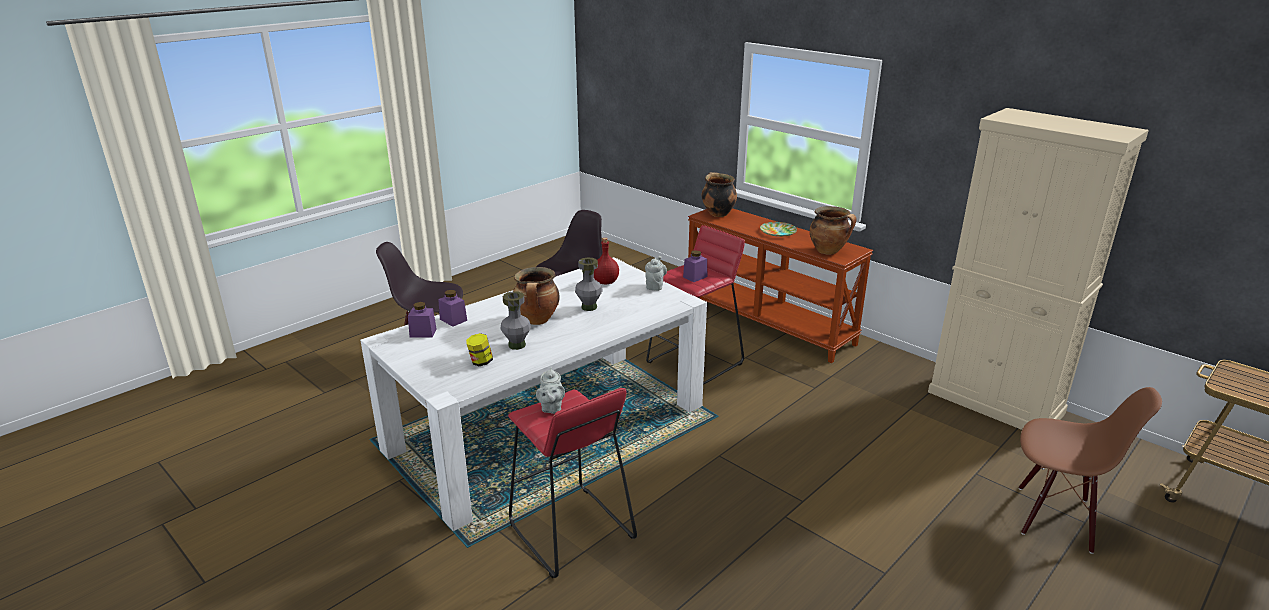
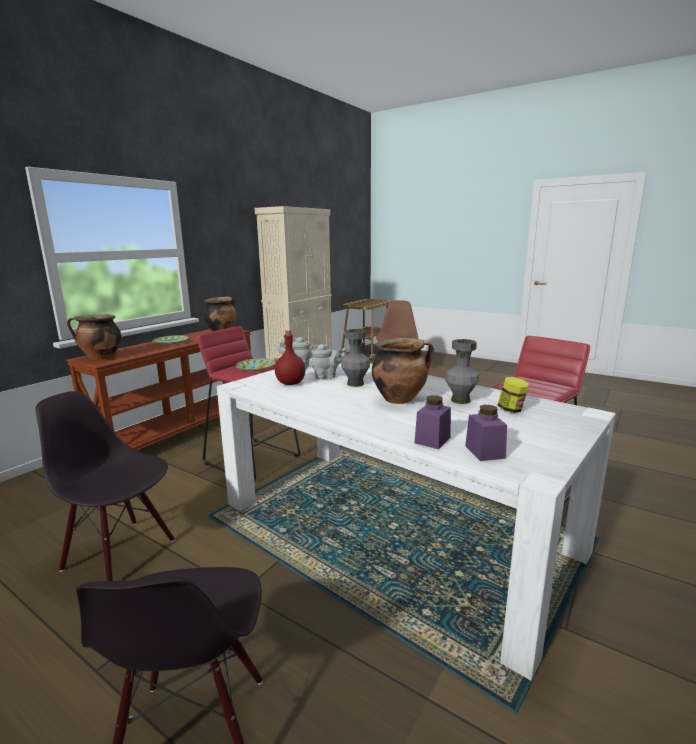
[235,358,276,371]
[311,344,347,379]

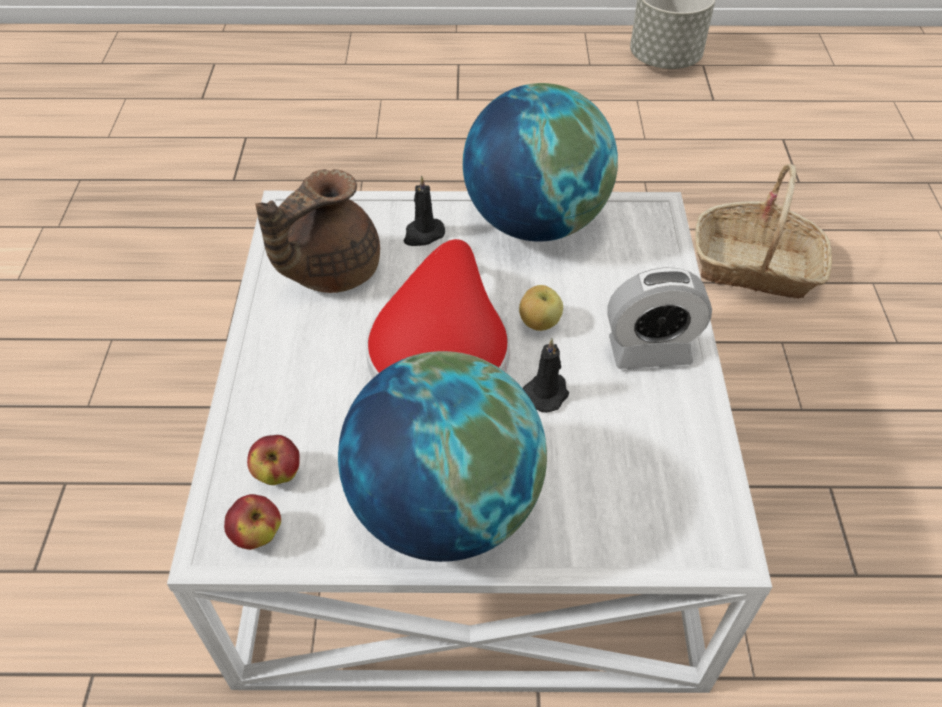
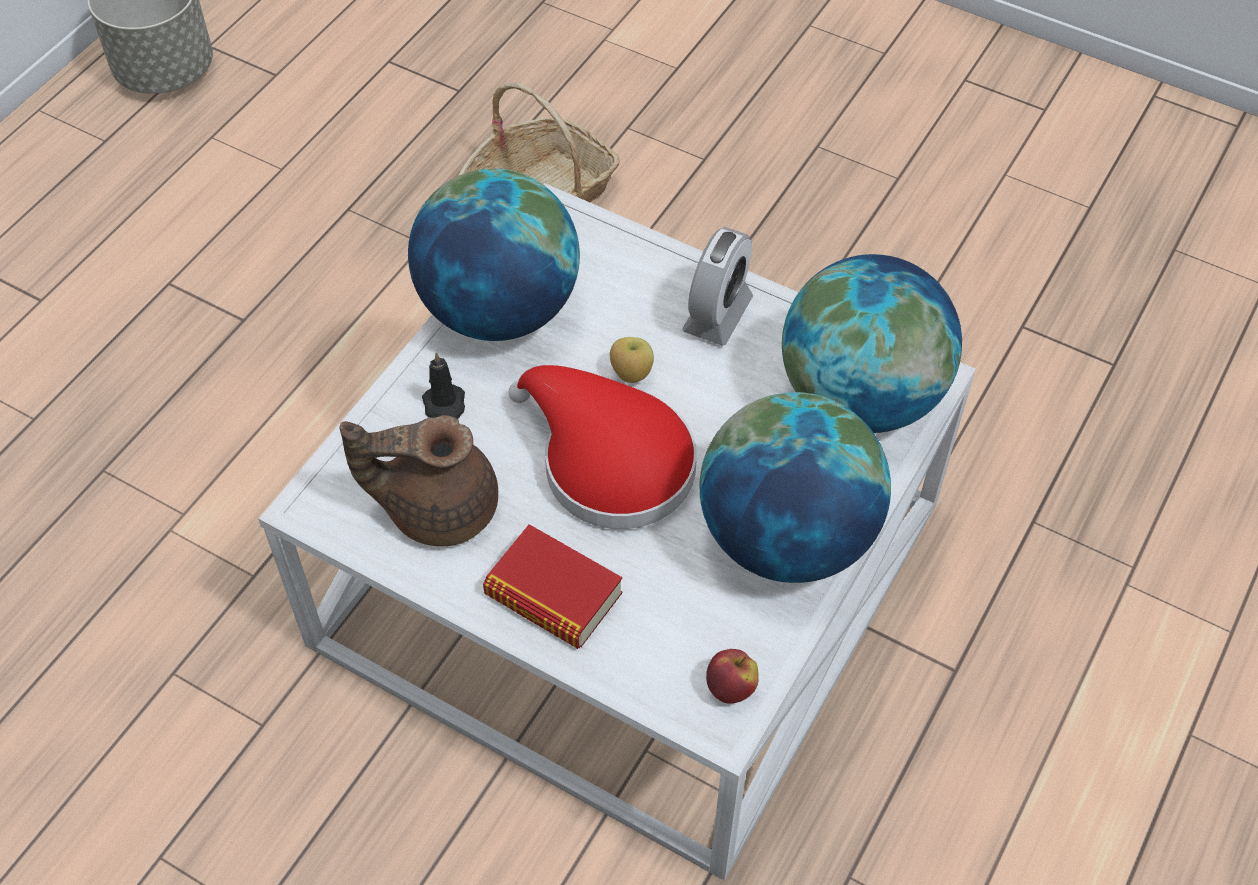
[340,415,498,546]
[523,339,569,413] (first image)
[247,435,300,485] (first image)
[782,254,962,433]
[483,524,622,649]

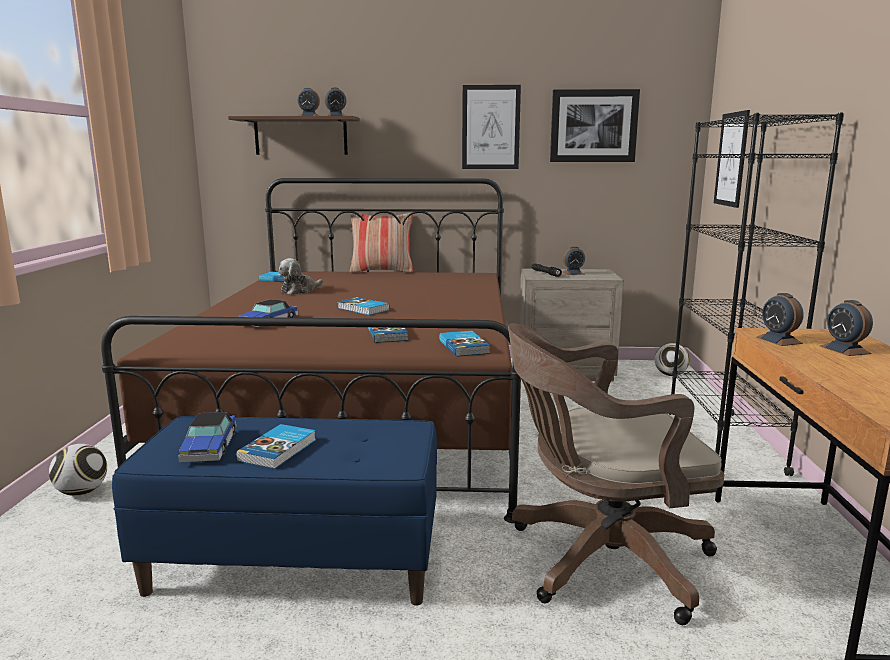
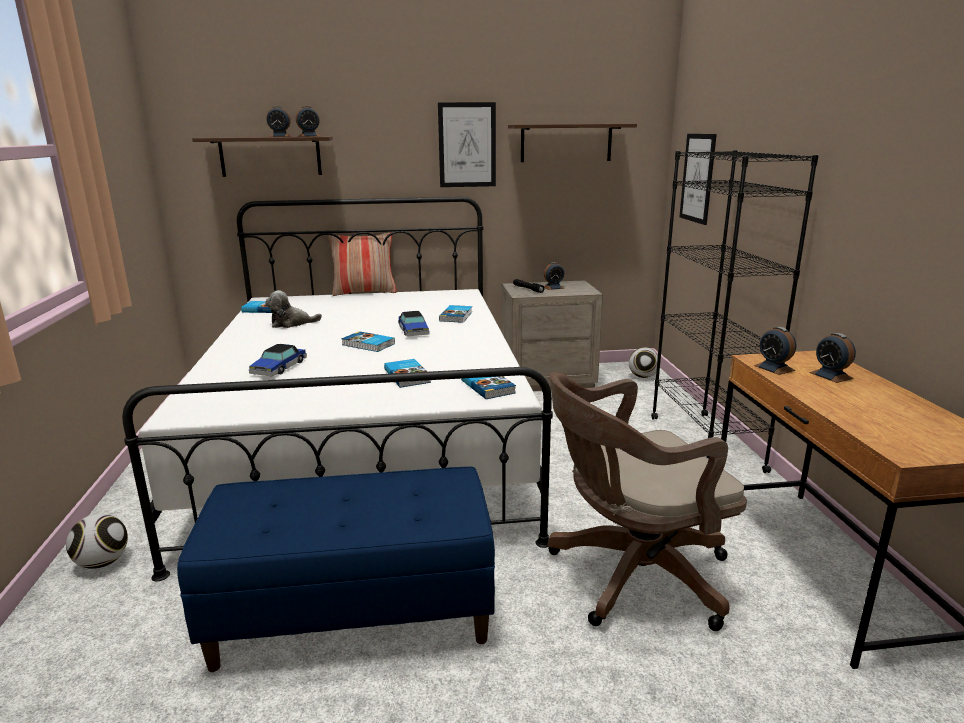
[508,124,637,162]
[122,197,553,581]
[265,290,322,328]
[398,311,430,337]
[439,305,472,323]

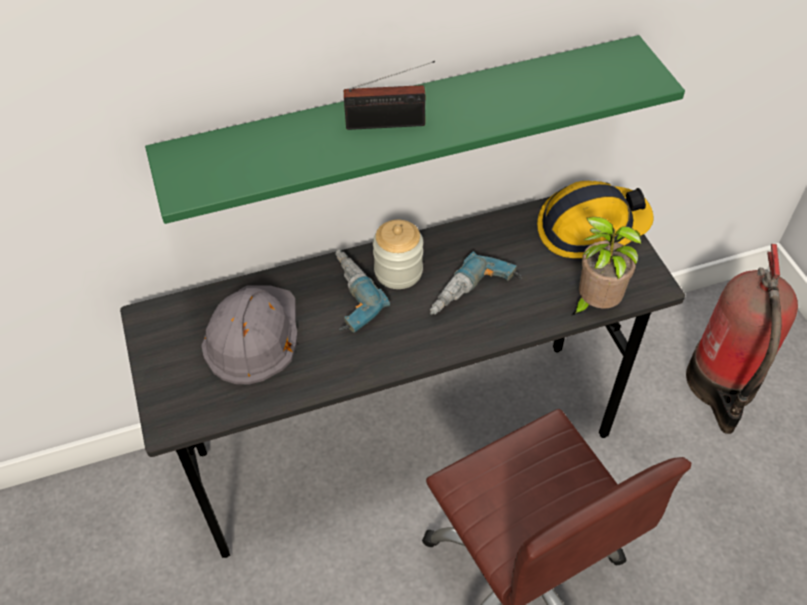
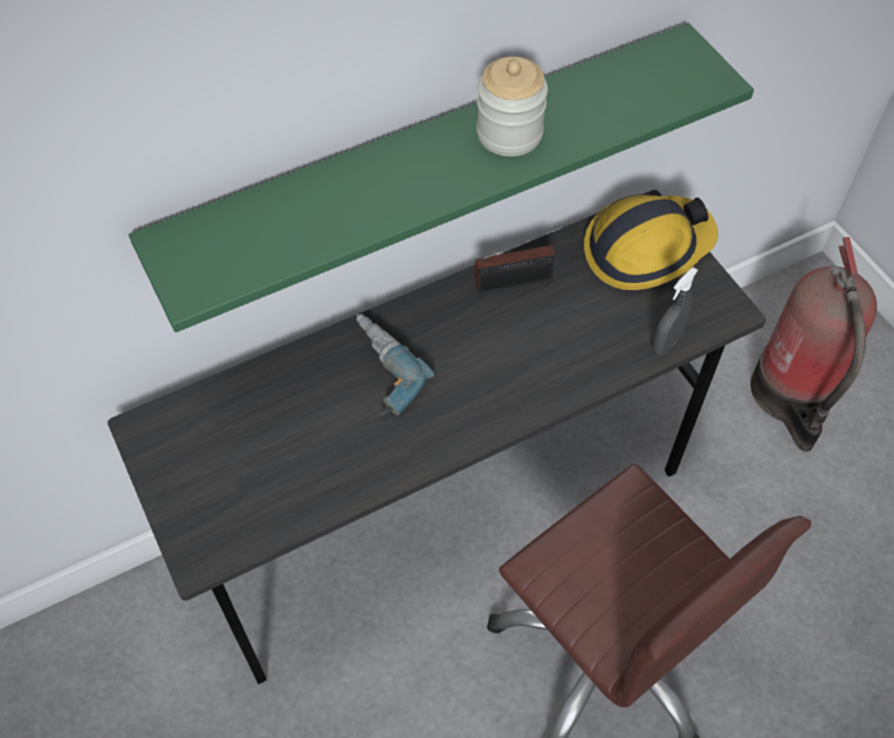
[475,226,566,293]
[652,267,698,355]
[476,56,548,157]
[430,251,523,315] (first image)
[201,285,298,384] (first image)

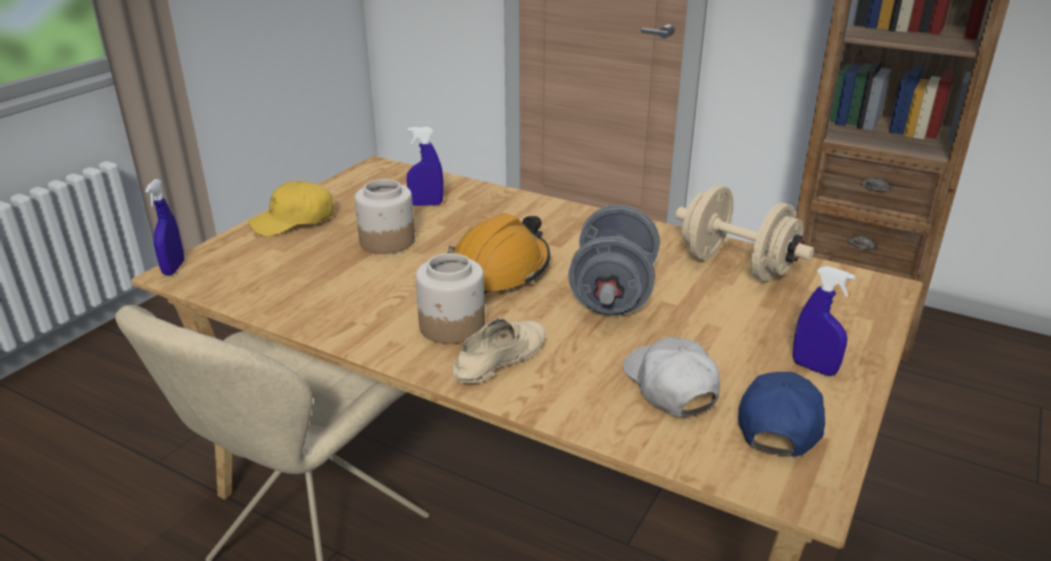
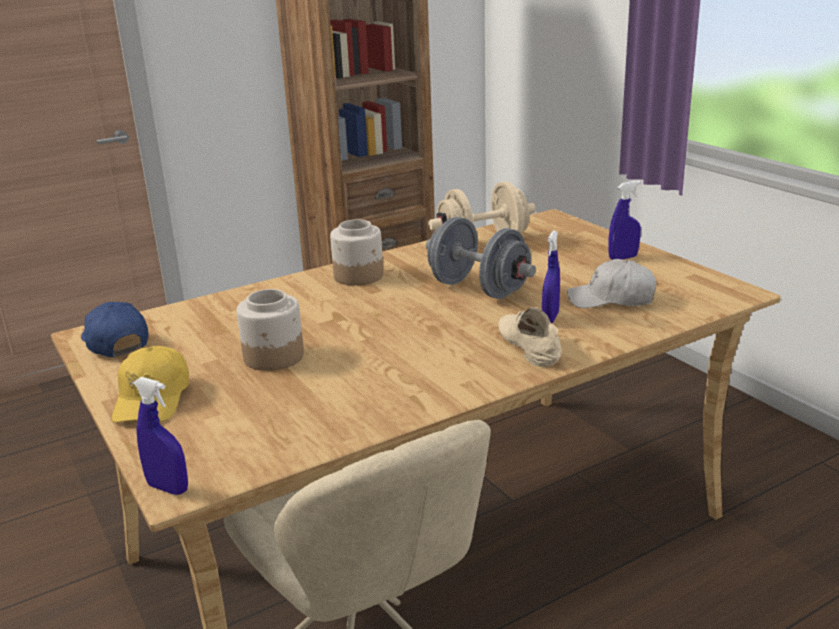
[542,230,560,323]
[448,213,550,294] (first image)
[330,219,383,285]
[81,302,148,357]

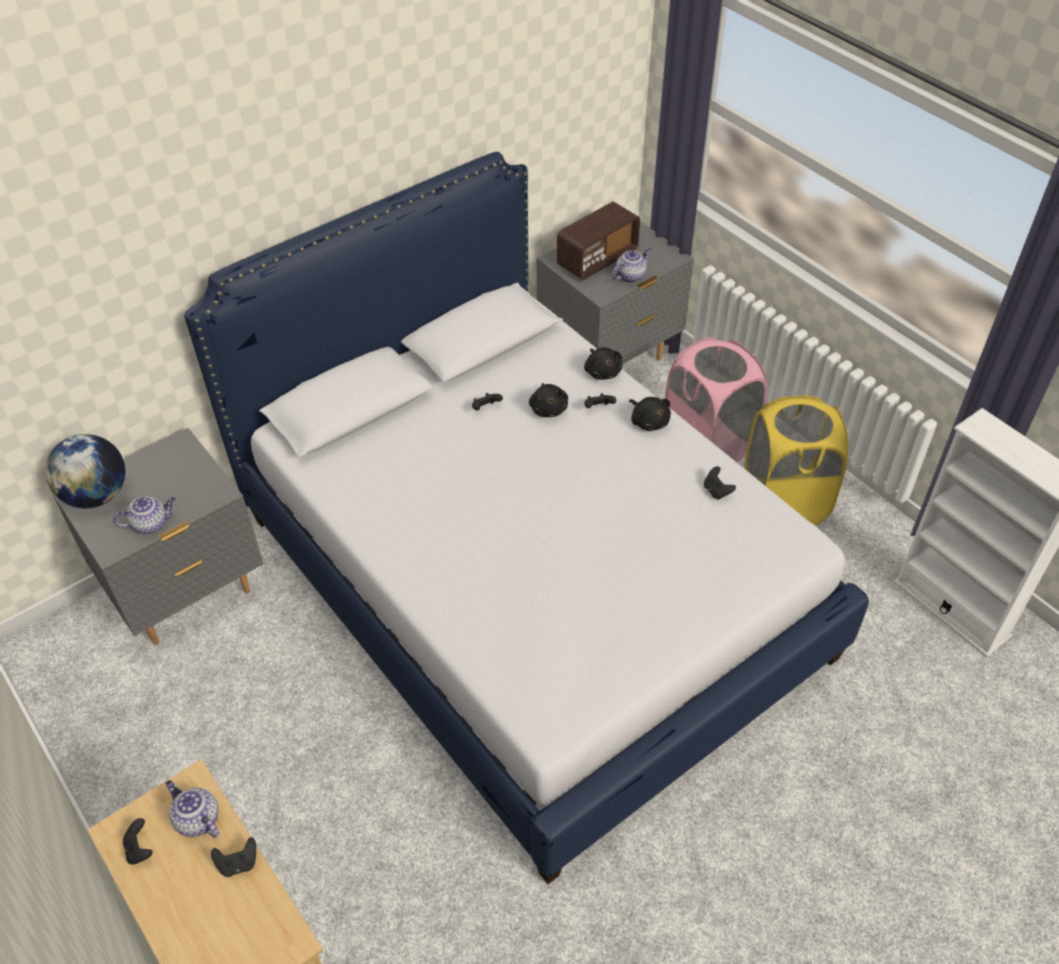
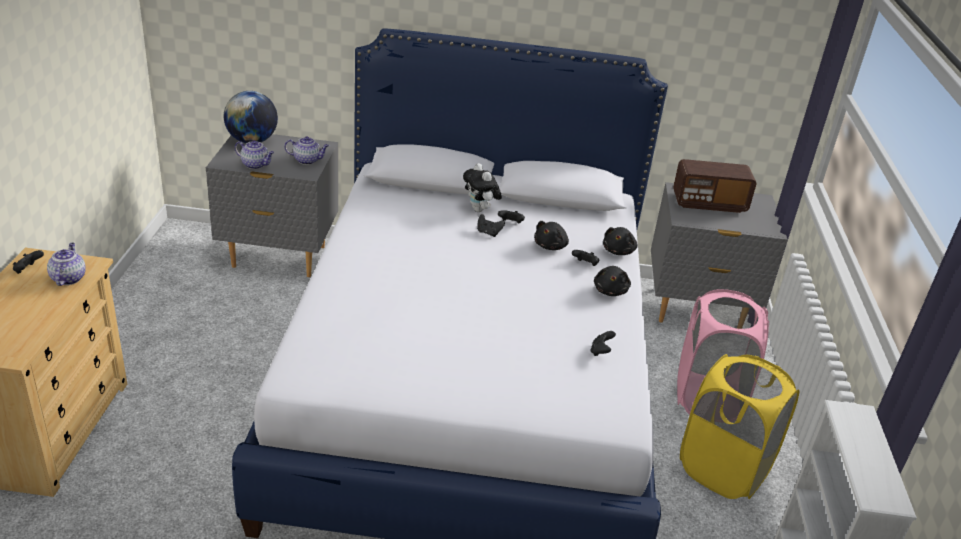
[284,136,329,165]
[477,214,505,237]
[463,163,502,212]

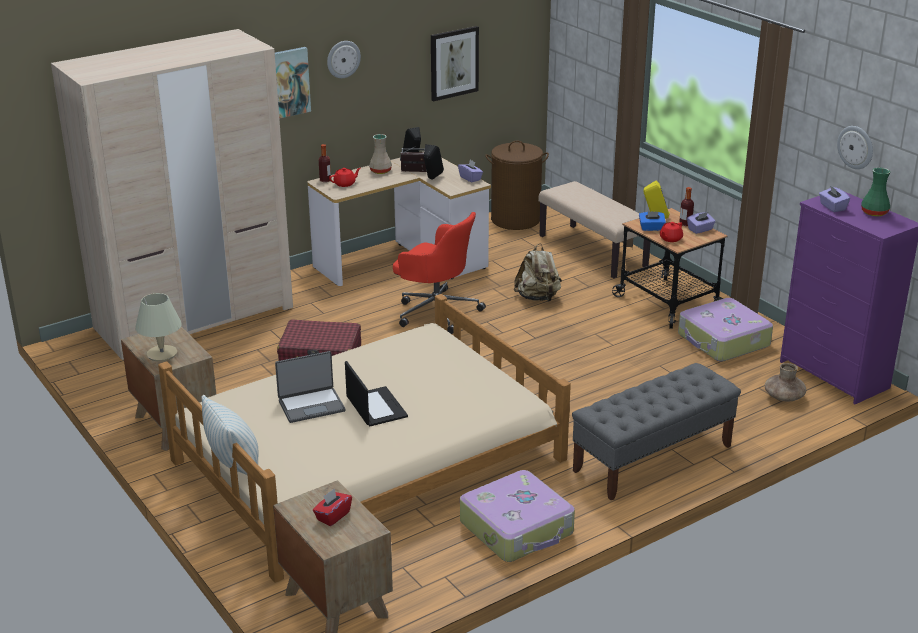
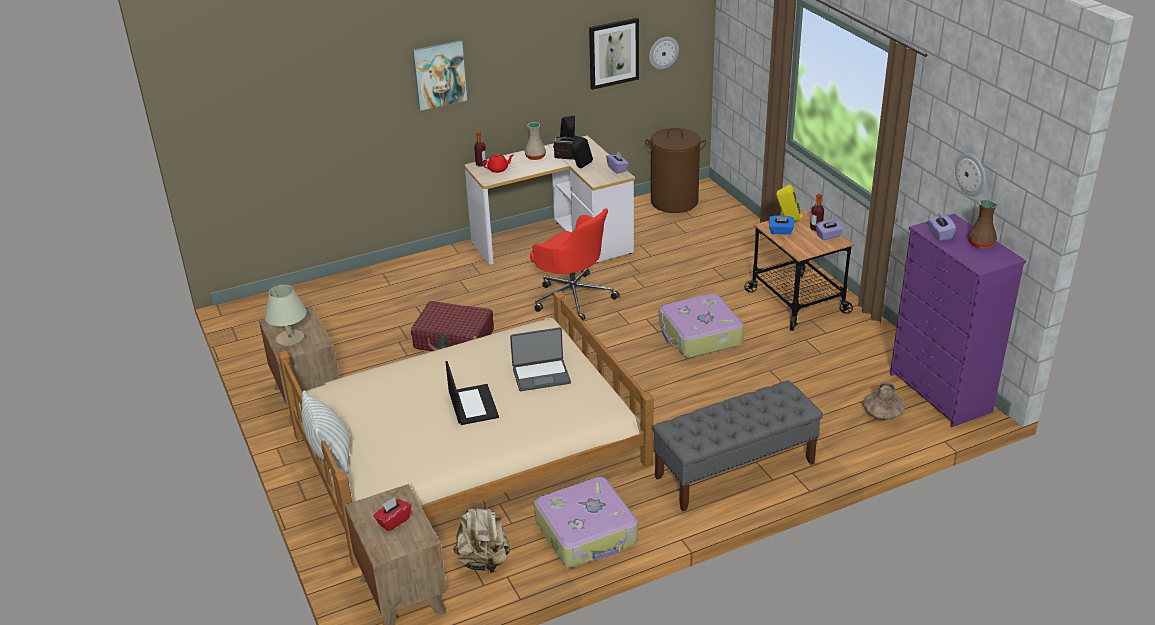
[51,29,293,360] (first image)
[649,37,679,69]
[968,200,997,248]
[539,181,651,278] (first image)
[660,222,683,242] (first image)
[453,501,510,574]
[659,294,744,358]
[510,327,571,391]

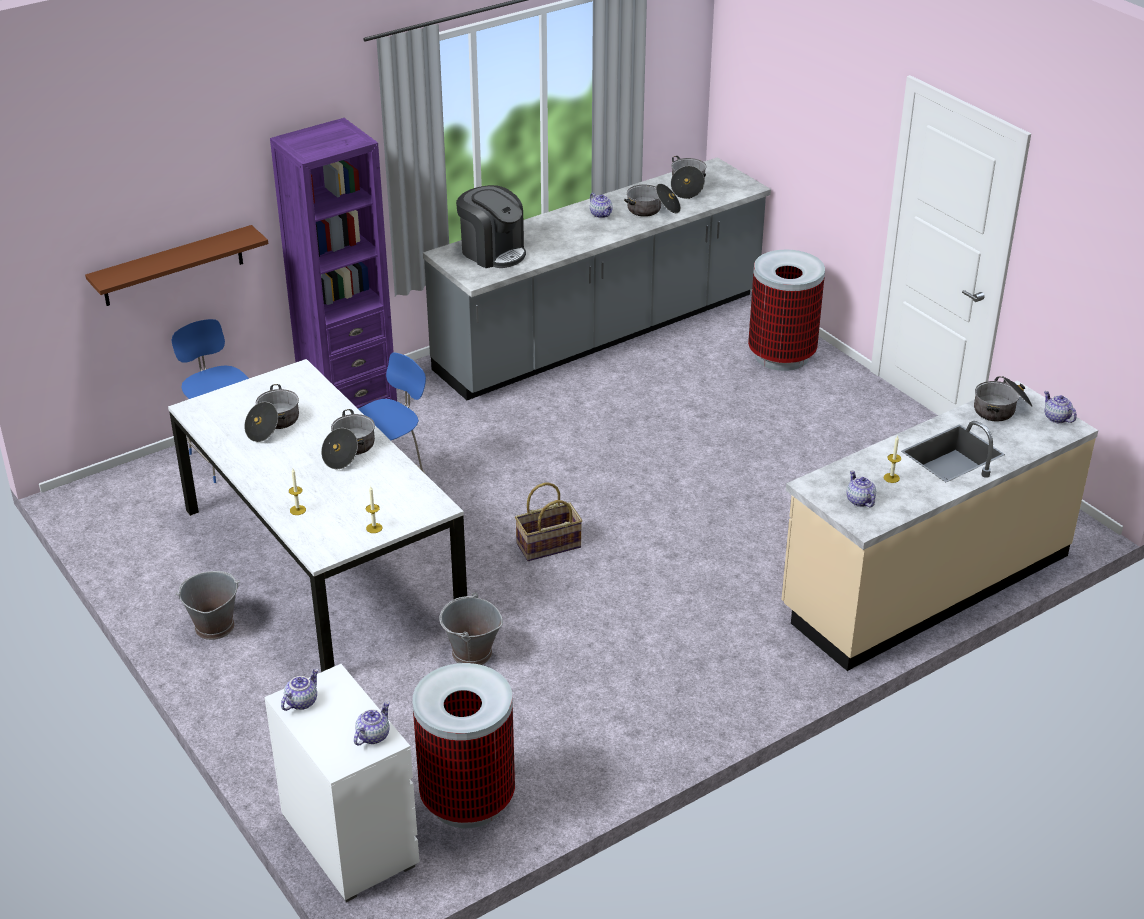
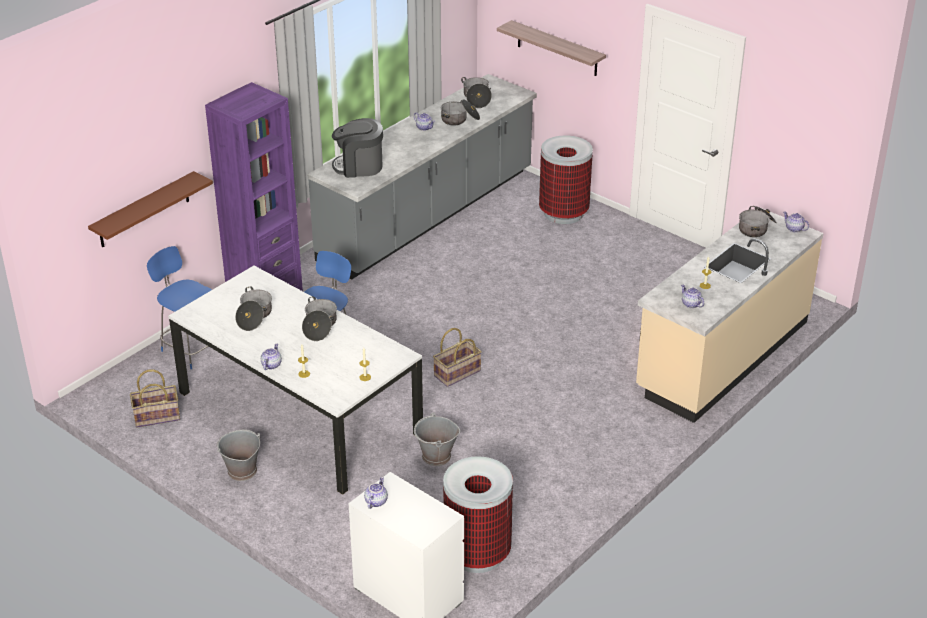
[332,118,383,178]
[261,343,282,370]
[497,20,606,76]
[130,369,180,428]

